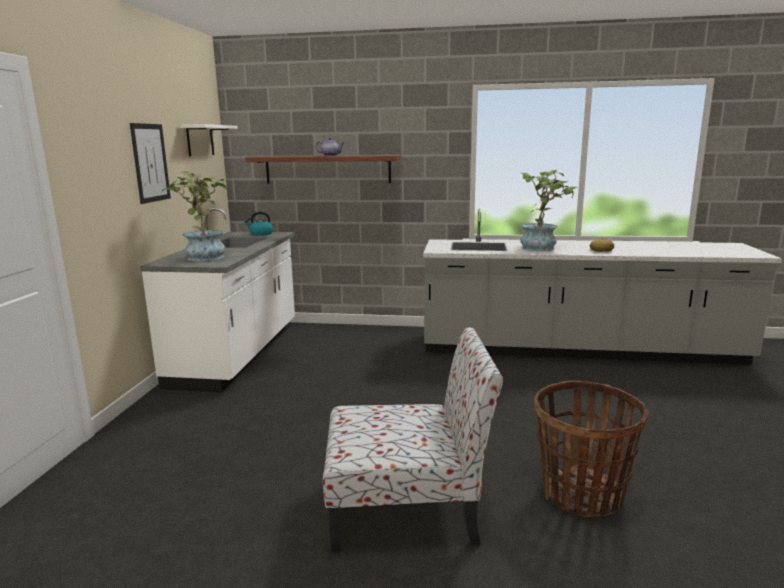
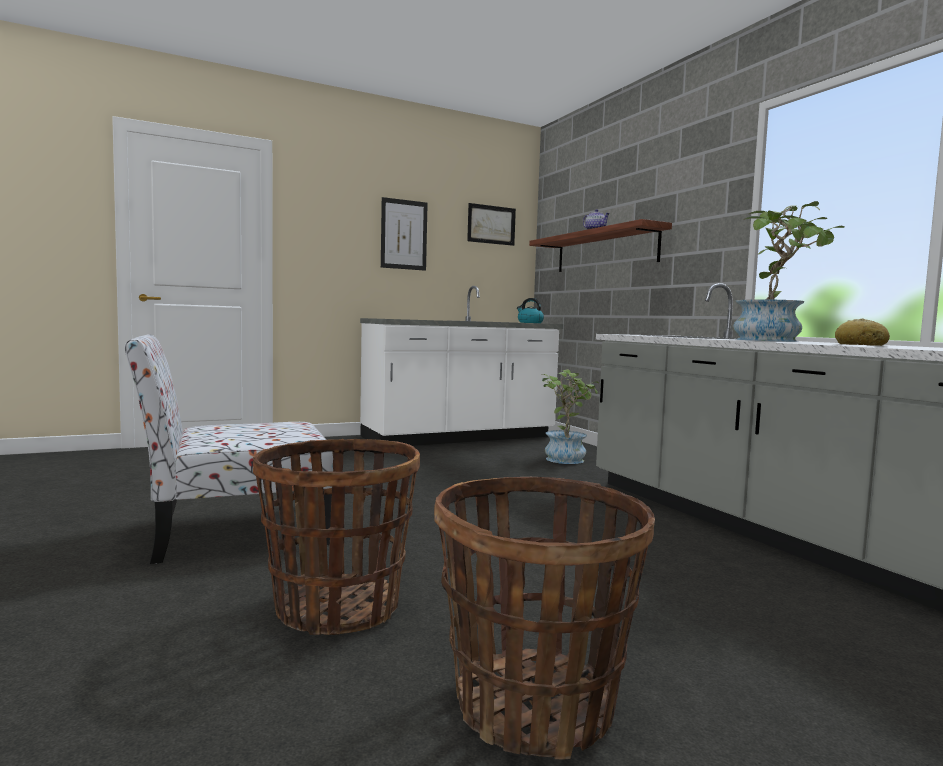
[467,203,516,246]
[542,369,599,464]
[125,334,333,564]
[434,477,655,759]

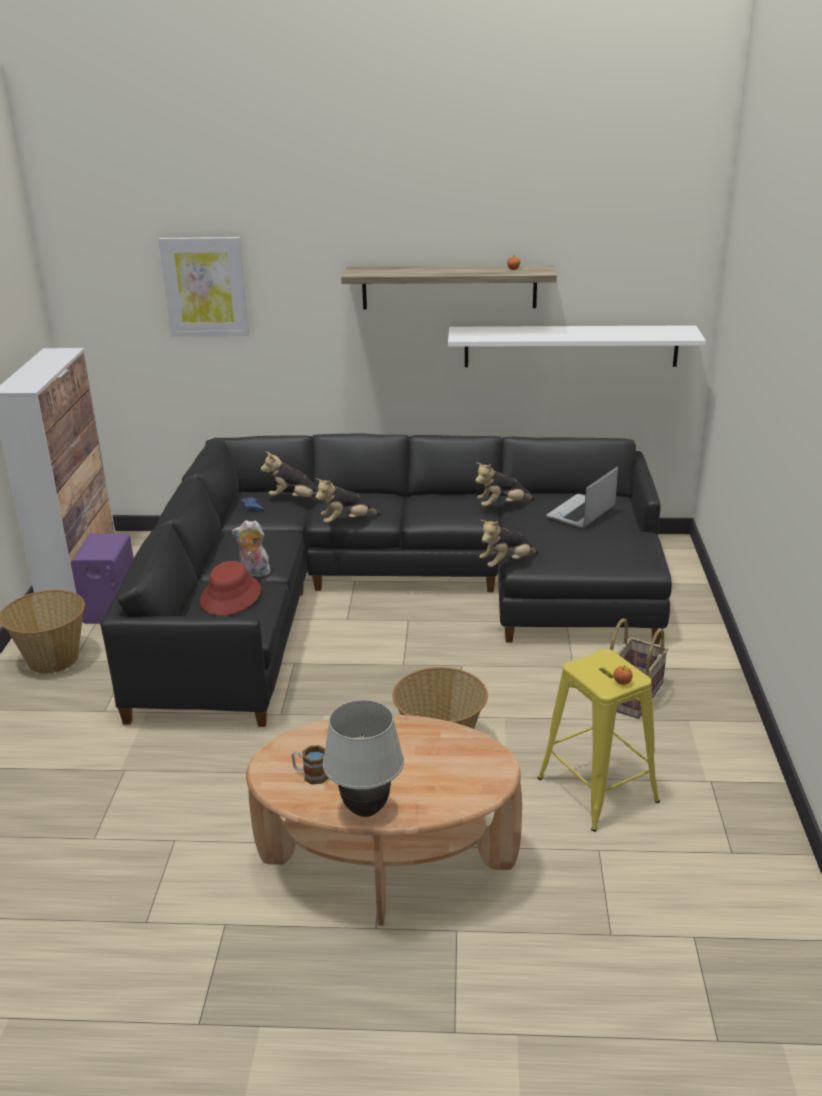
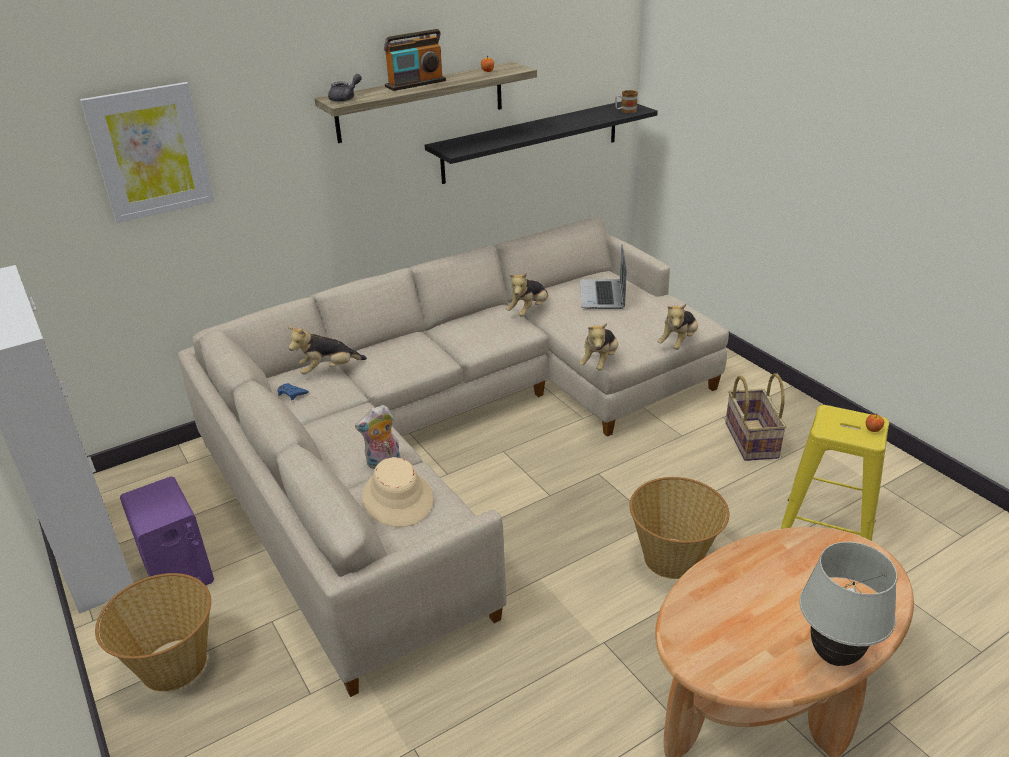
[425,101,658,184]
[178,218,729,697]
[657,304,698,350]
[362,457,433,527]
[615,90,638,113]
[384,29,446,91]
[328,74,362,102]

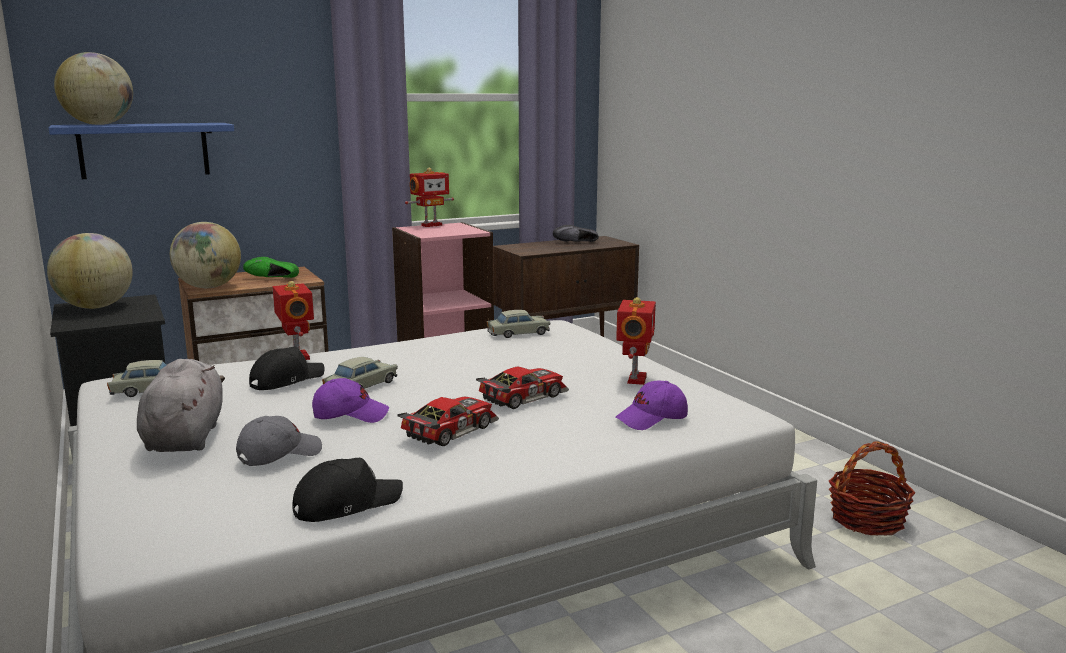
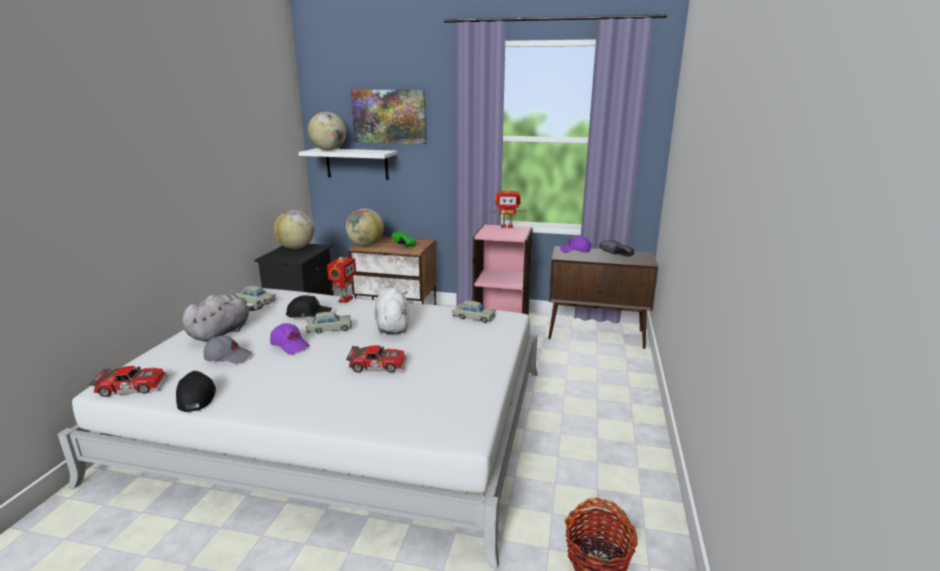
[299,148,397,180]
[616,297,656,385] (first image)
[560,236,591,253]
[89,366,169,397]
[176,371,216,412]
[351,90,427,144]
[374,288,409,334]

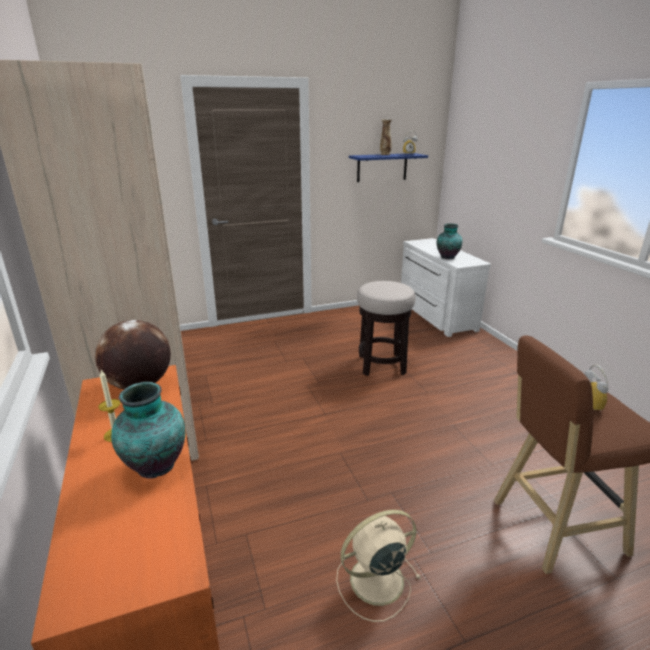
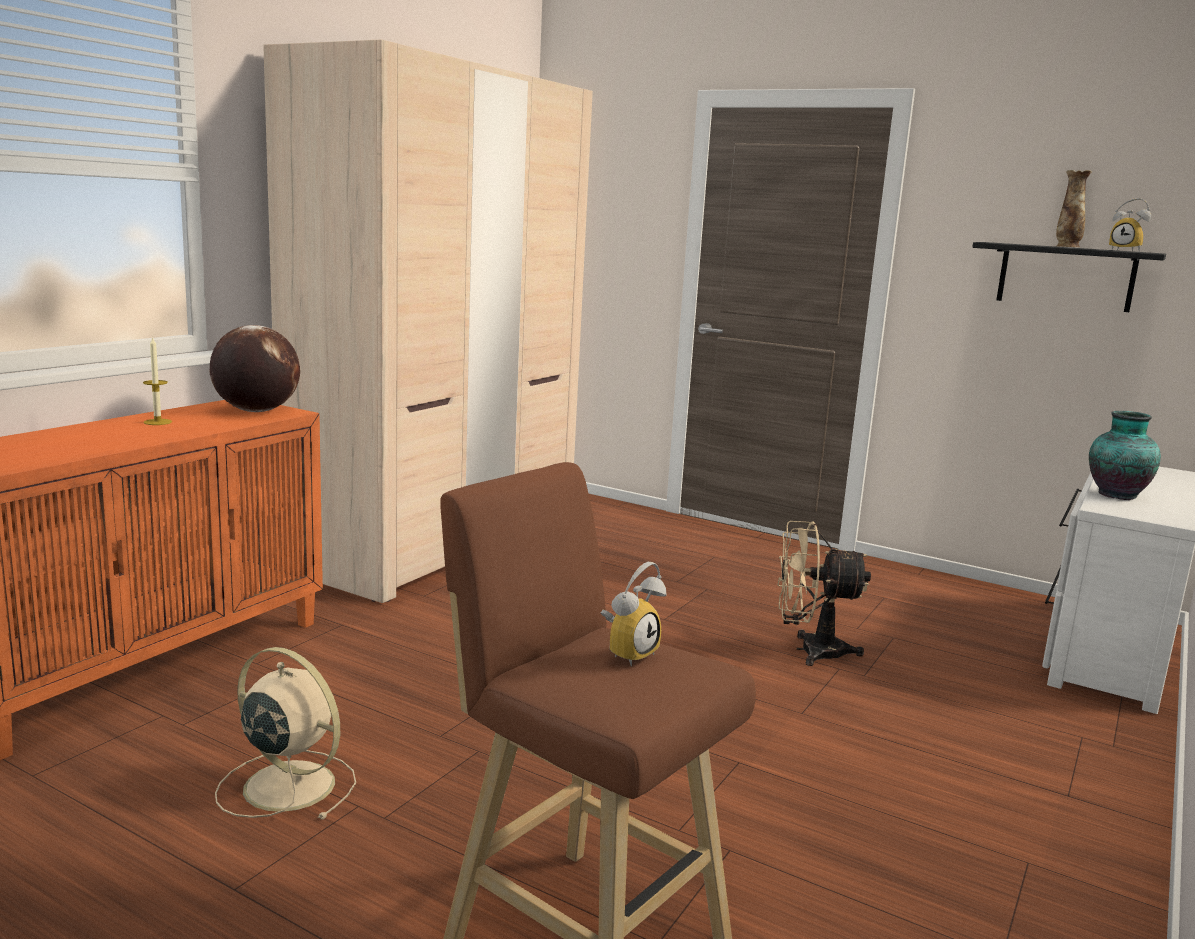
[972,242,1166,312]
[778,521,871,666]
[111,382,185,479] (first image)

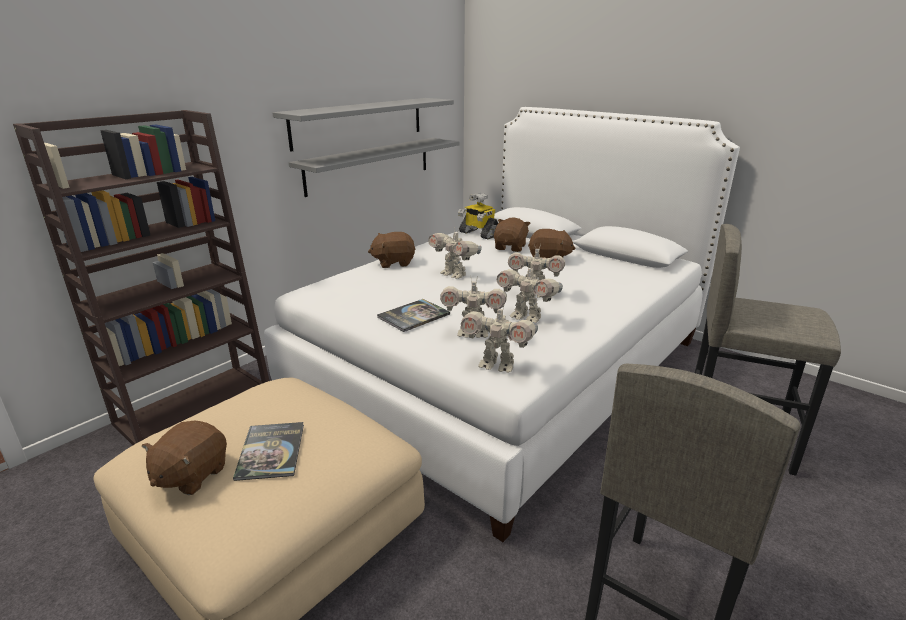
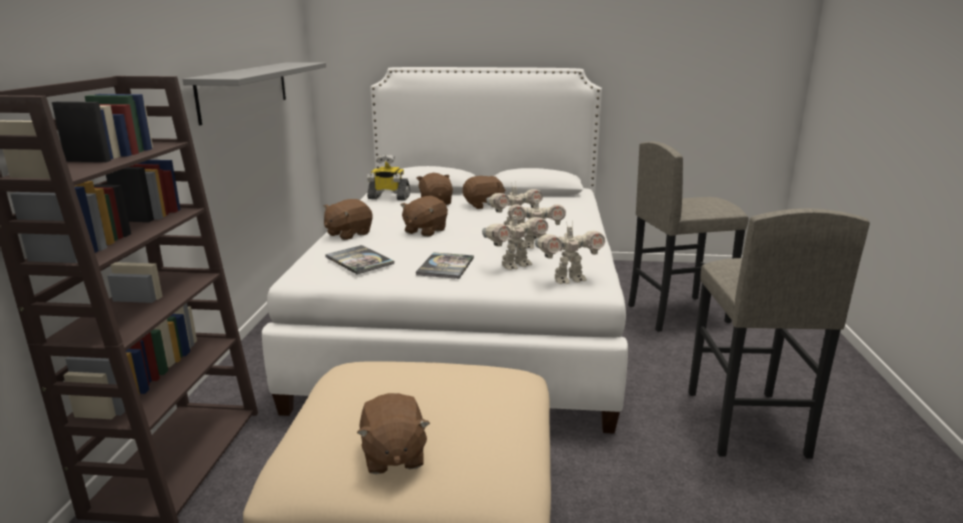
[289,138,459,197] (first image)
[401,196,448,237]
[325,245,394,274]

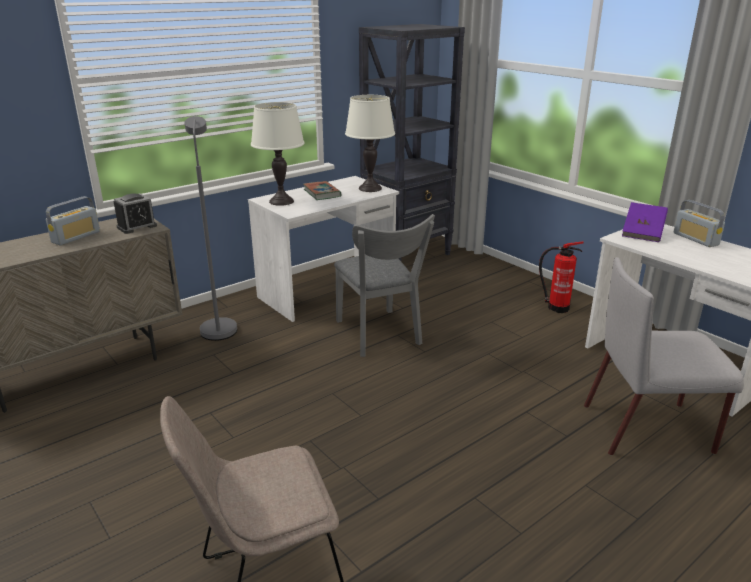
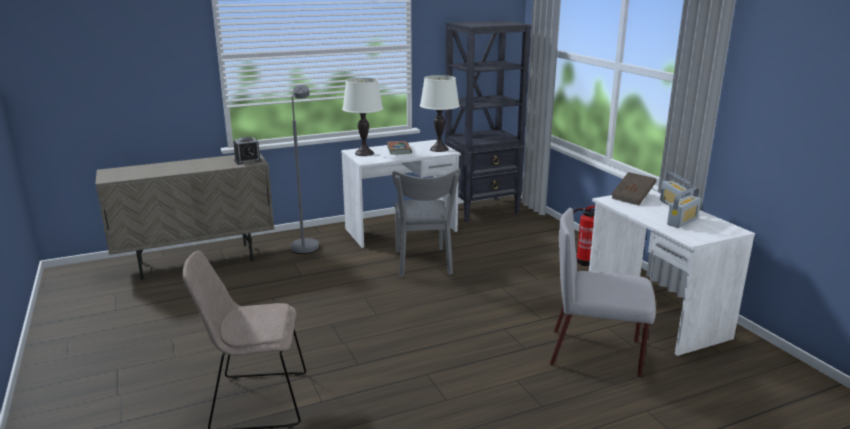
[667,187,701,228]
[612,172,656,205]

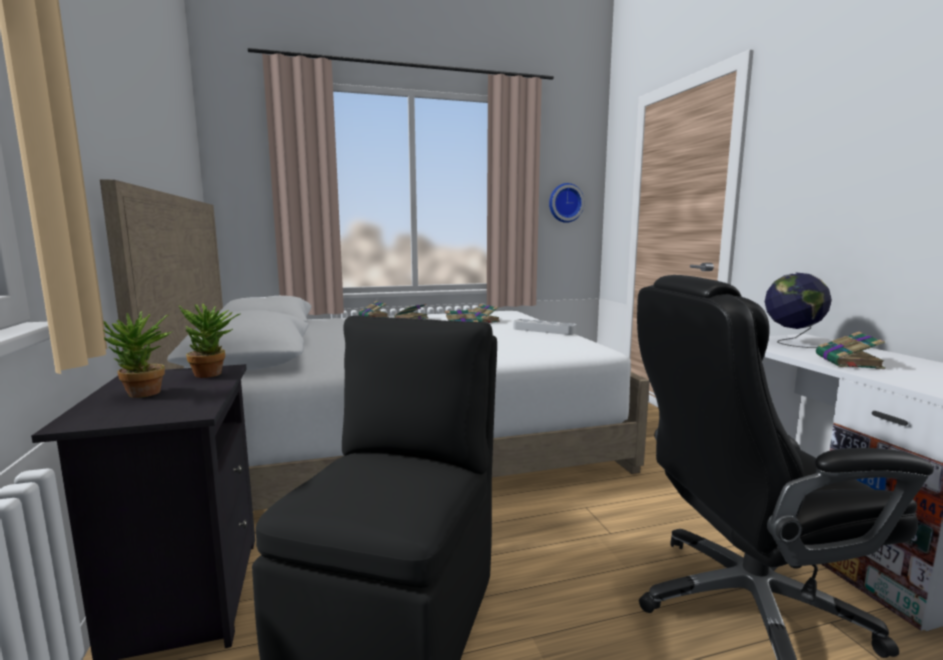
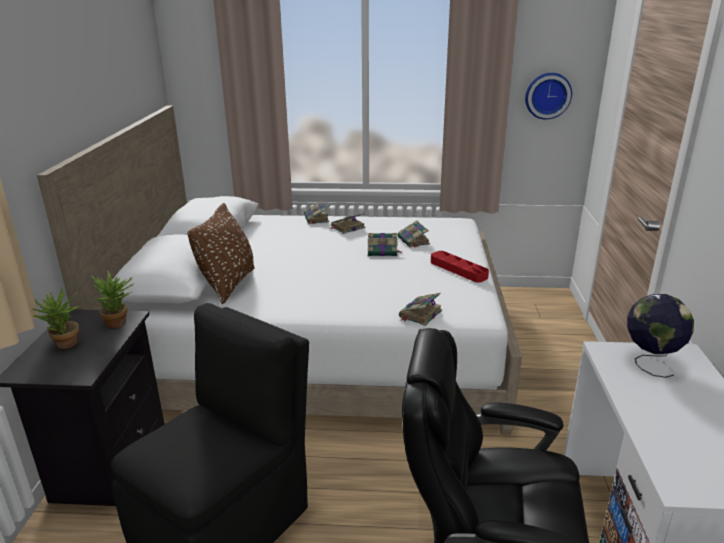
[431,251,489,283]
[399,293,442,326]
[187,203,255,304]

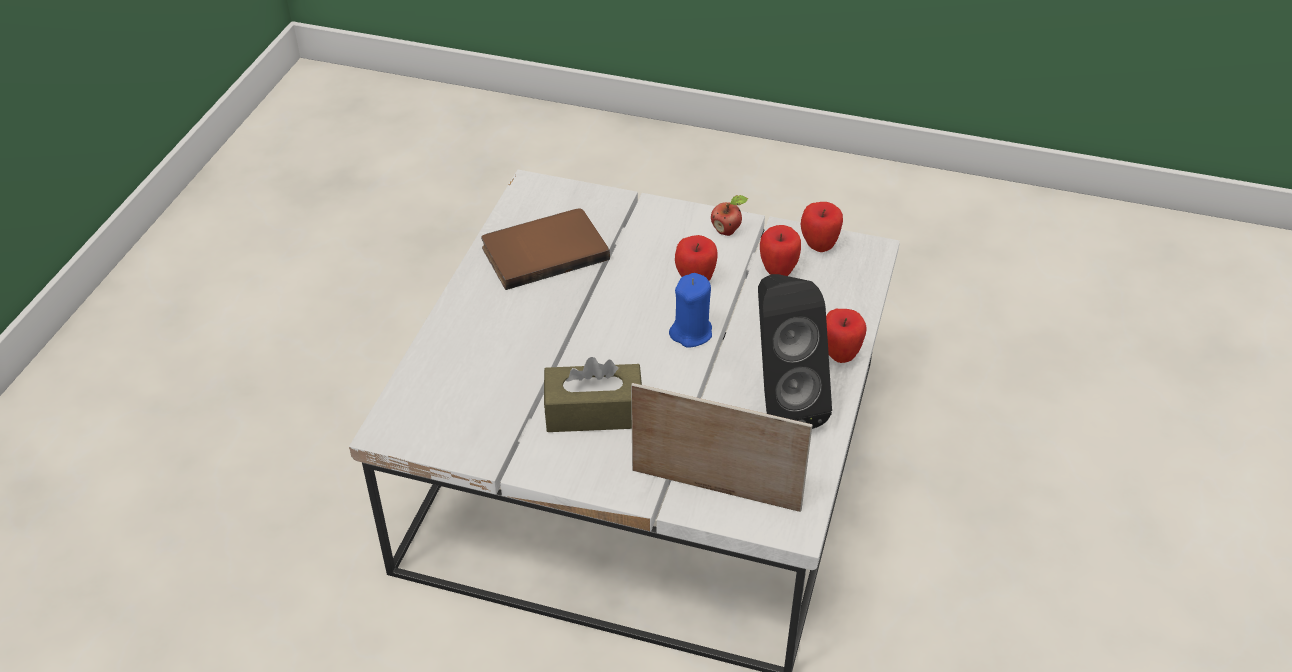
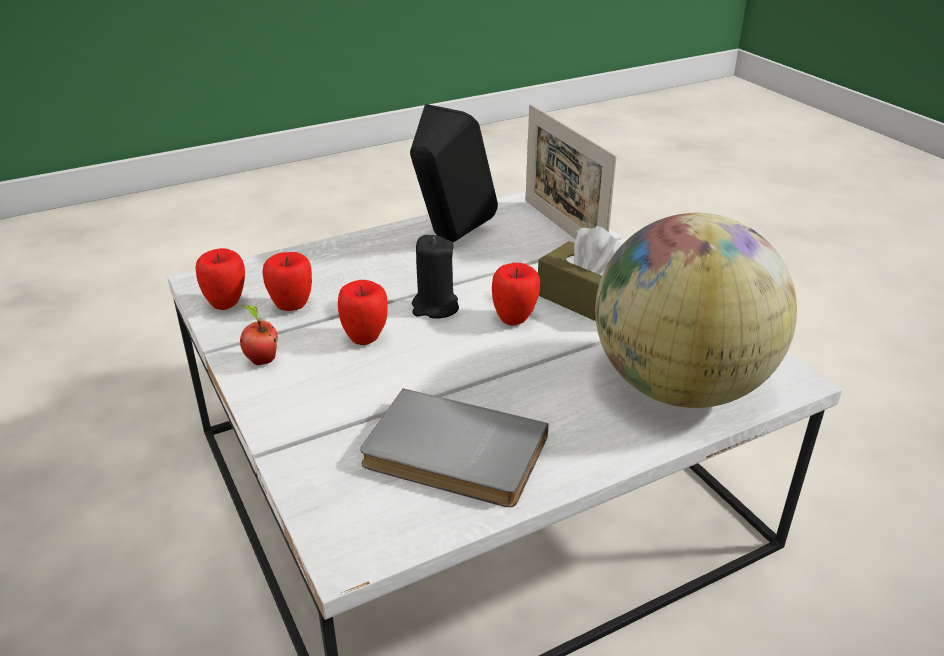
[360,388,549,507]
[412,235,459,319]
[492,263,540,325]
[595,213,797,408]

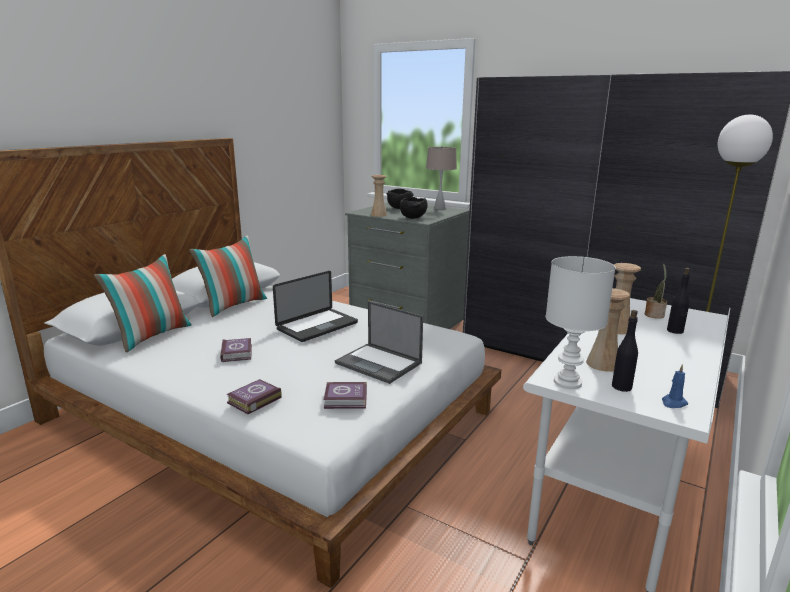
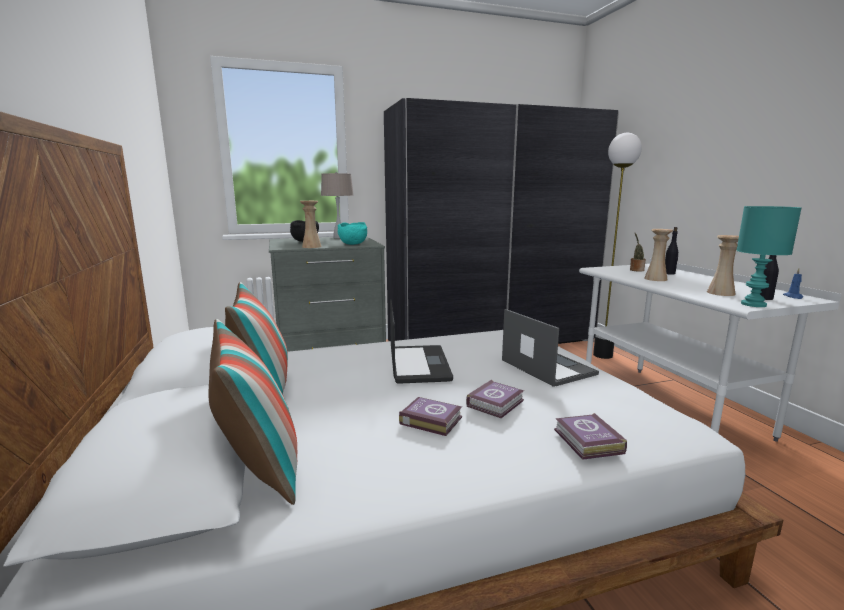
[338,222,367,245]
[736,206,801,307]
[502,309,599,387]
[466,380,524,418]

